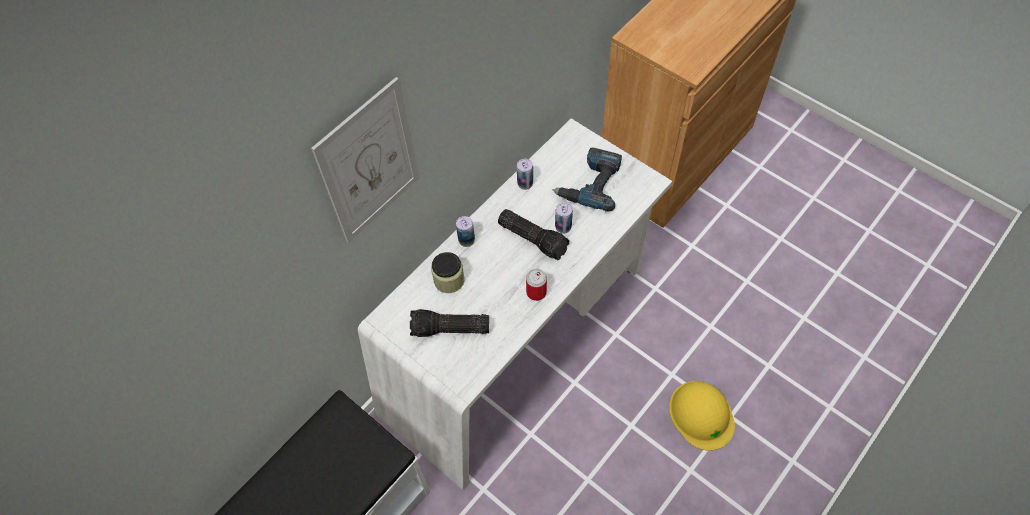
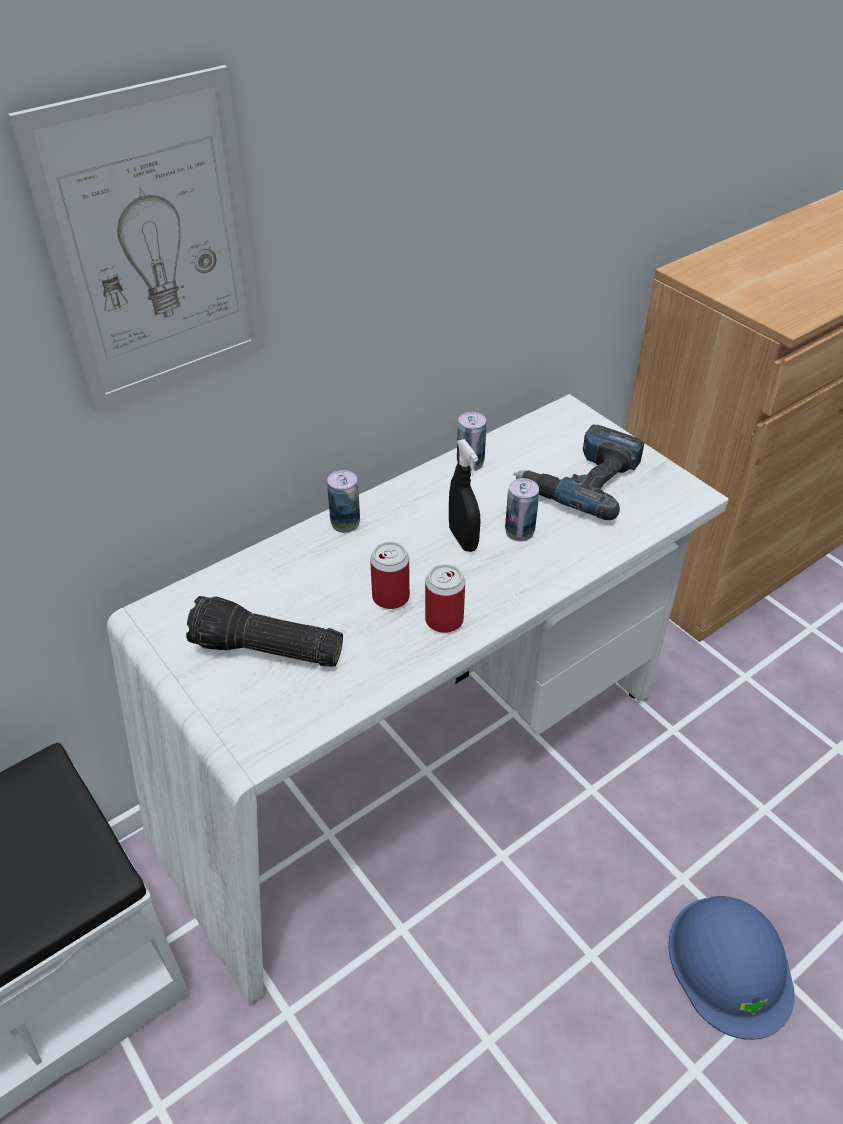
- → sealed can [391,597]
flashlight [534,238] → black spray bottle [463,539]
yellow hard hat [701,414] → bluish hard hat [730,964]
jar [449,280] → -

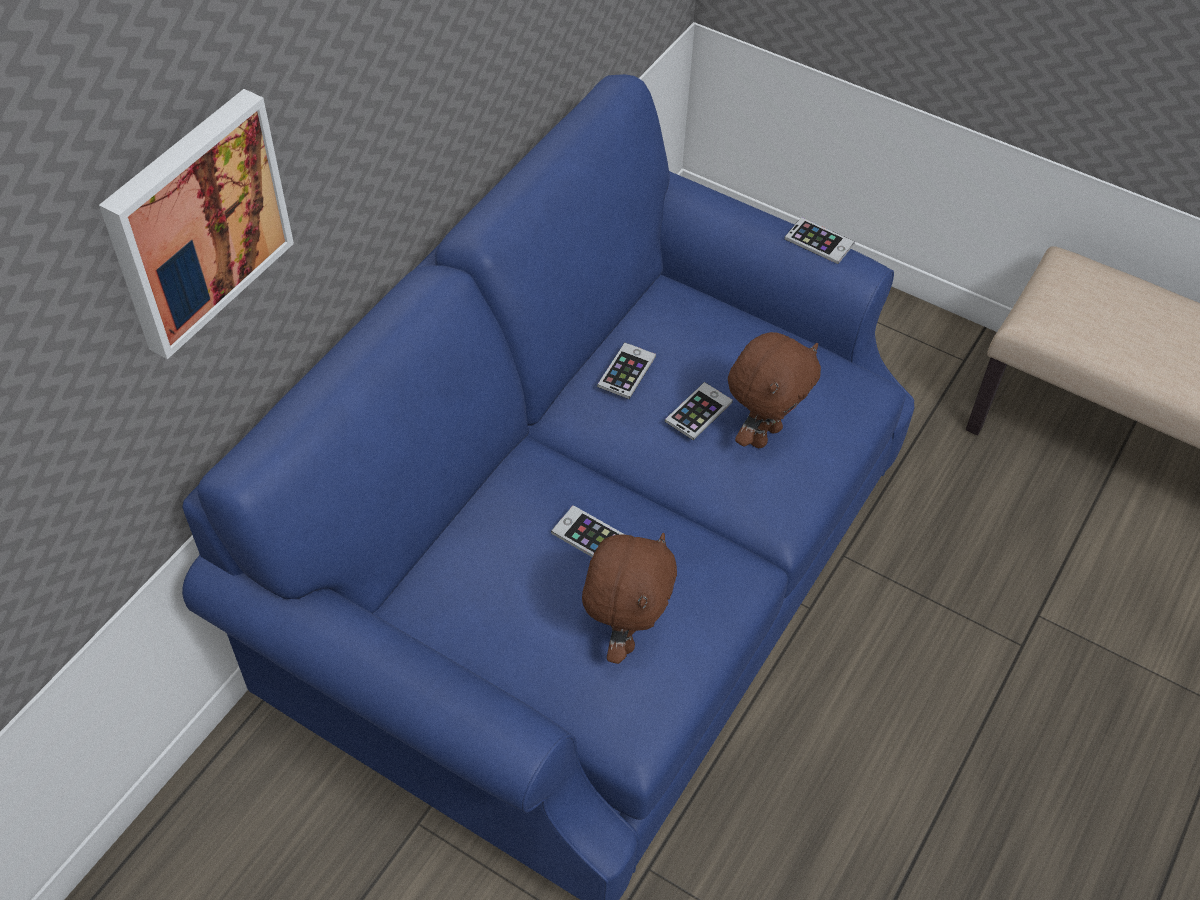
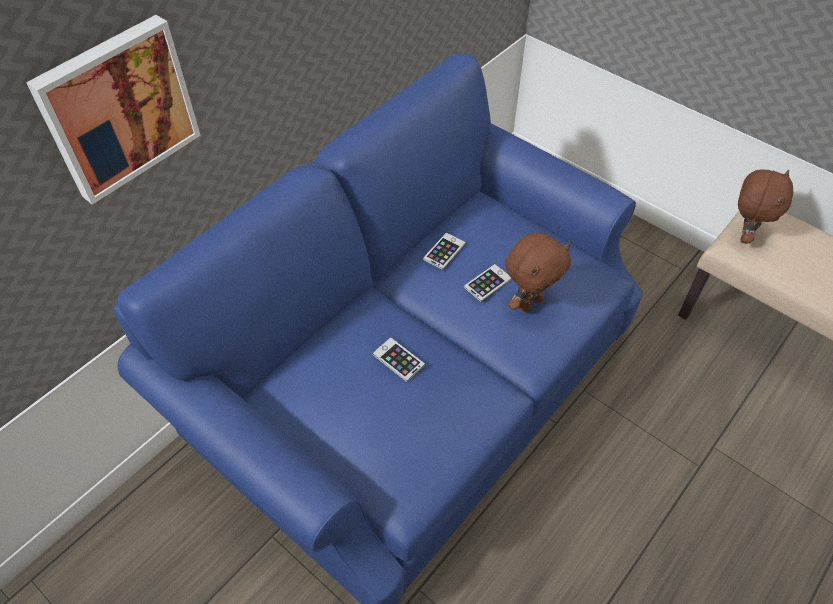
brown-coloured cuddly toy [625,635] → brown-coloured cuddly toy [744,235], move
handset [819,241] → -

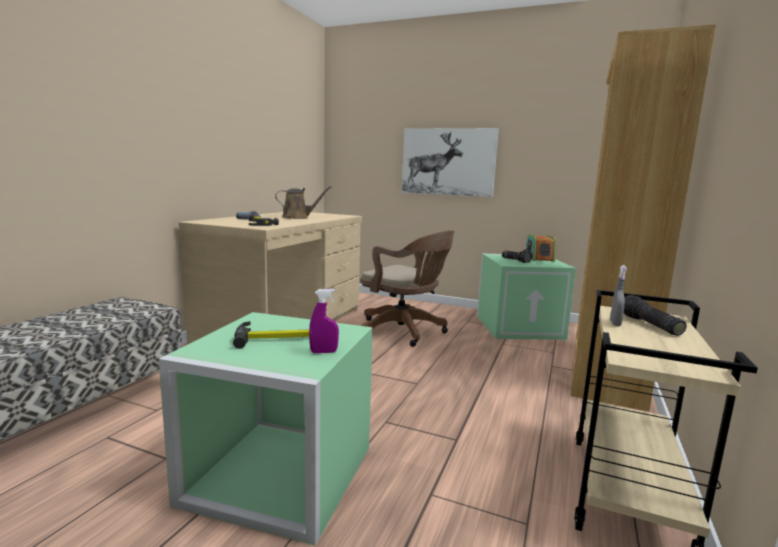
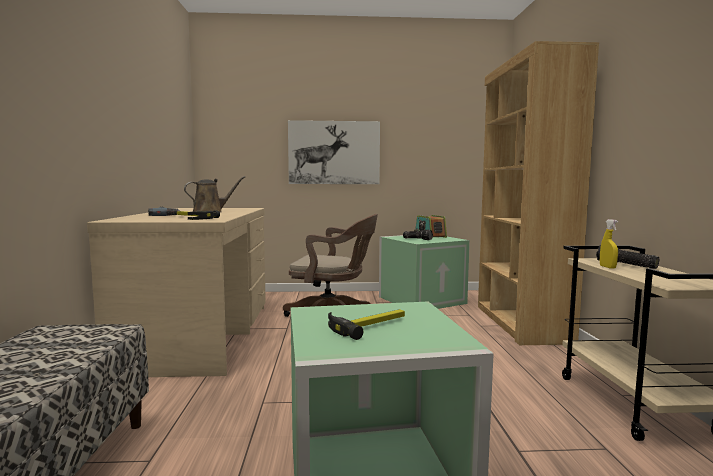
gray spray bottle [615,323] → yellow spray bottle [607,267]
purple-coloured spray bottle [323,352] → -

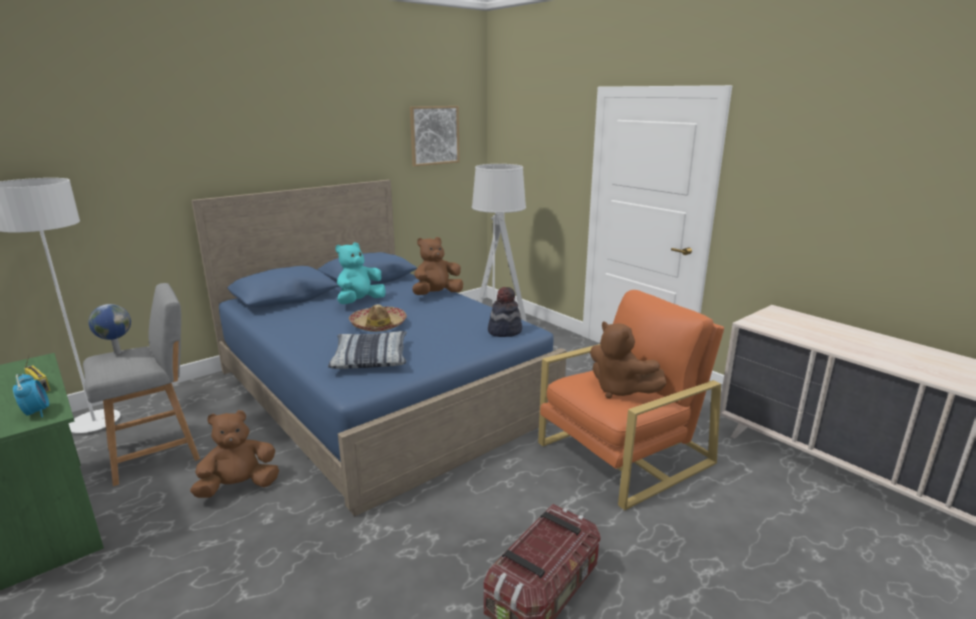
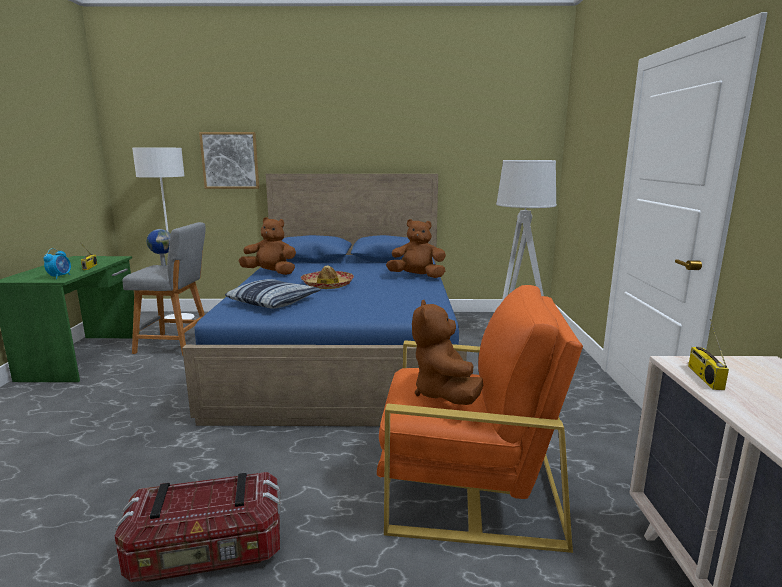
wall picture [434,135] → wall picture [230,160], move
brown-coloured cuddly toy [239,487] → brown-coloured cuddly toy [271,273], move
- → radio [703,377]
blue-green cuddly toy [360,302] → -
hat [504,331] → -

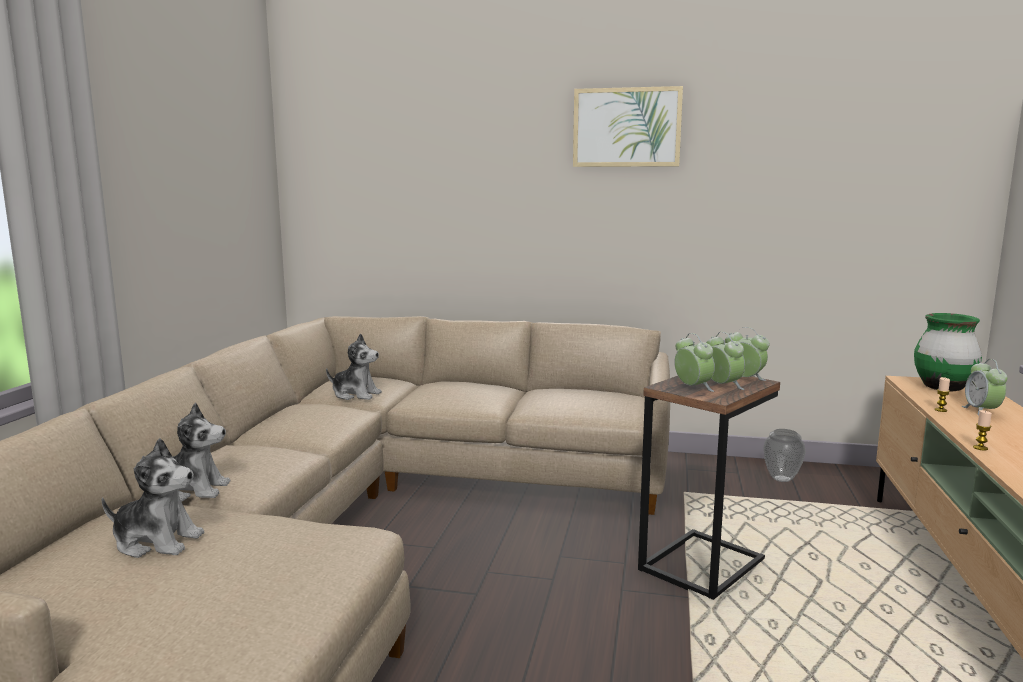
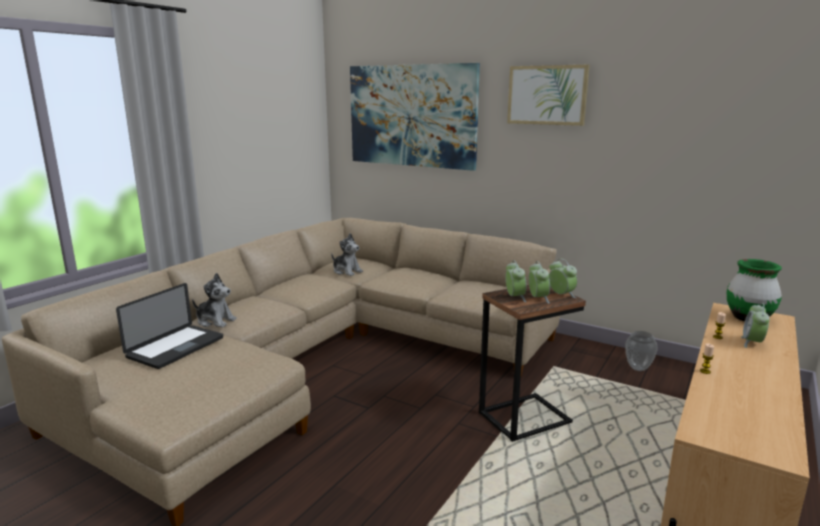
cuddly toy [157,541] → laptop [176,347]
- → wall picture [411,116]

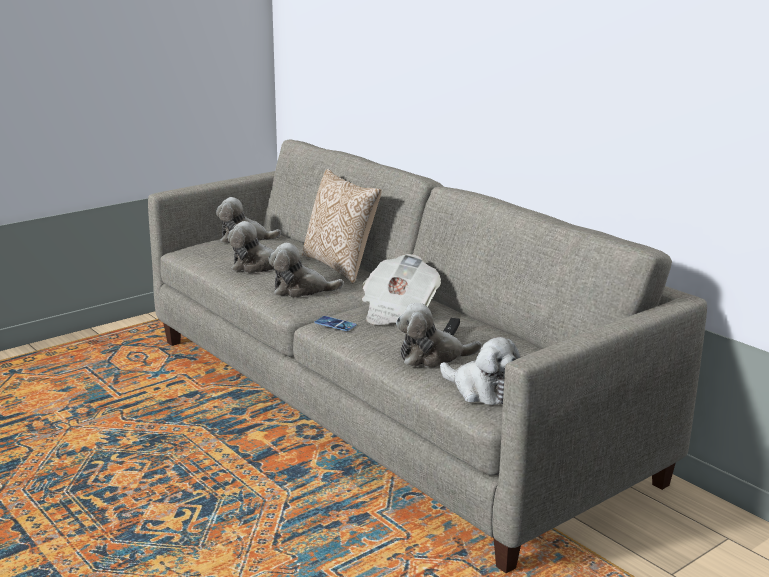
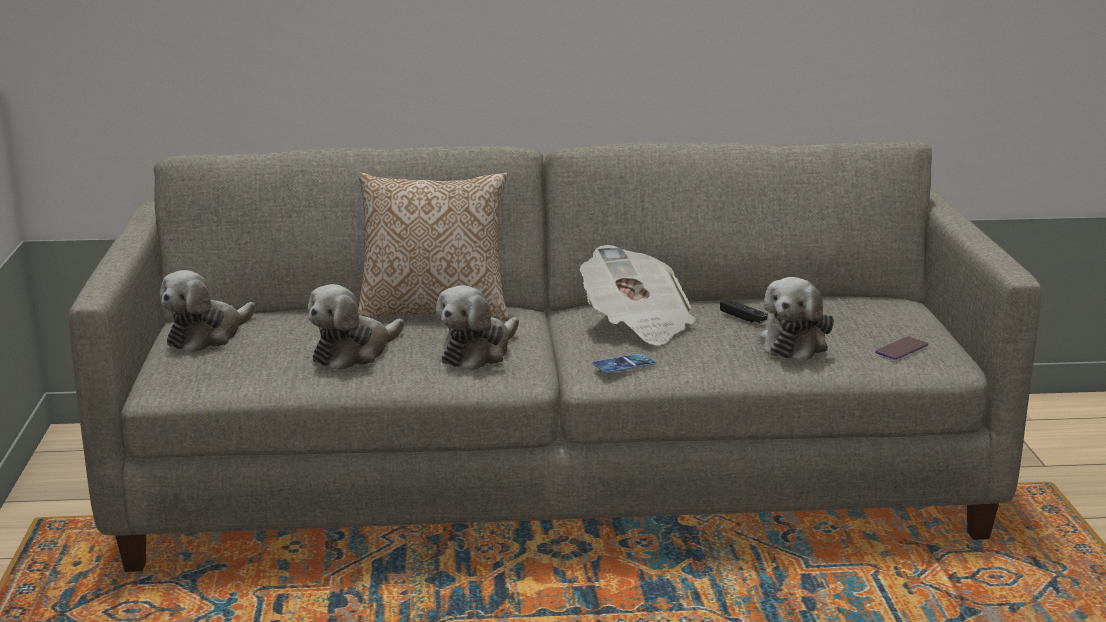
cuddly toy [481,390] → handset [901,349]

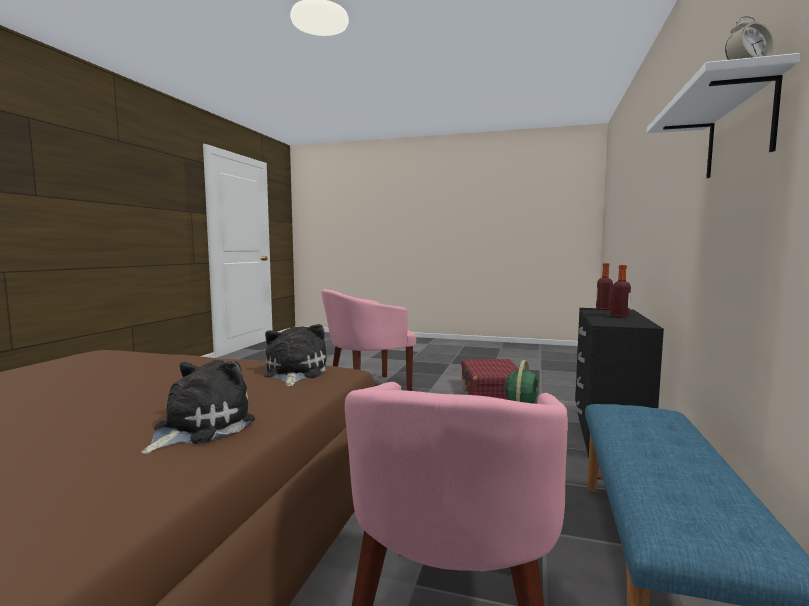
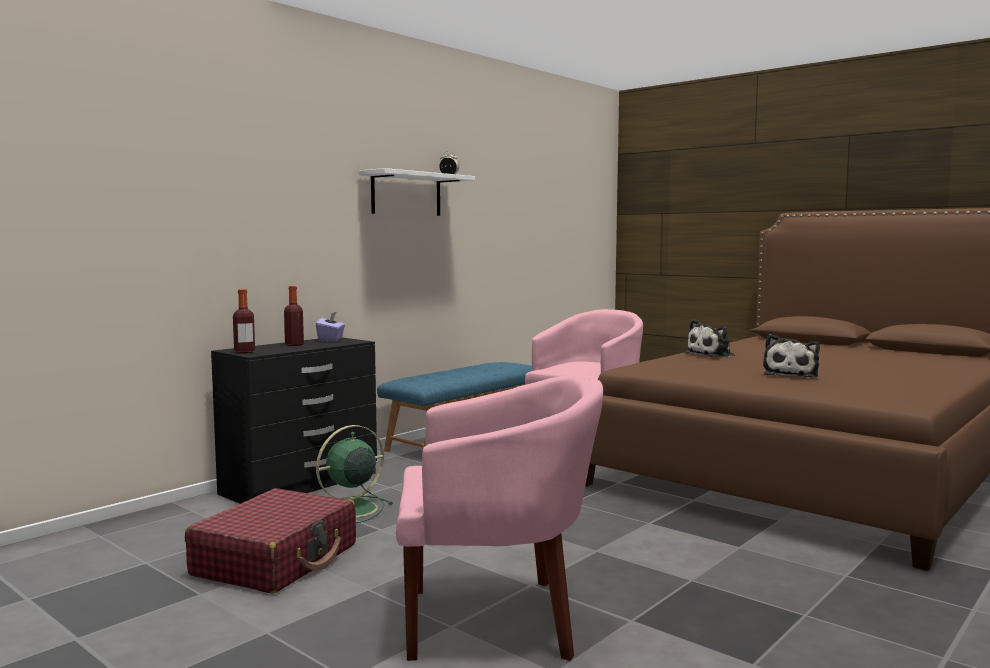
- → purple-coloured tissue box [331,340]
cuddly toy [294,373] → cuddly toy [790,374], move

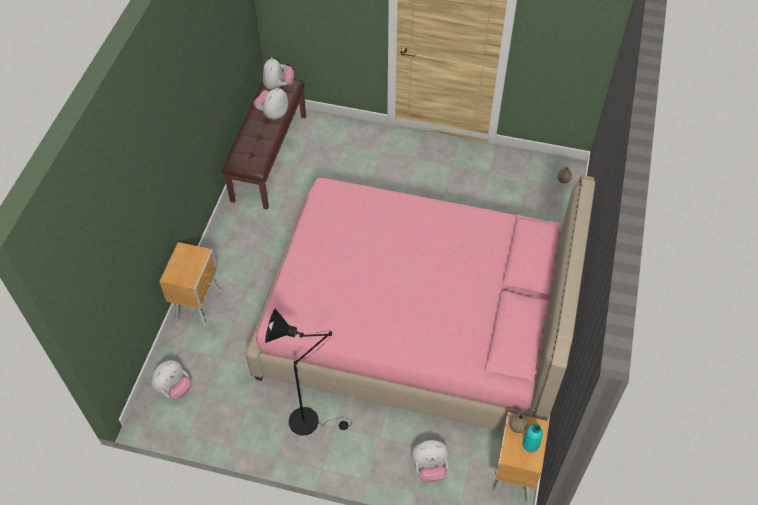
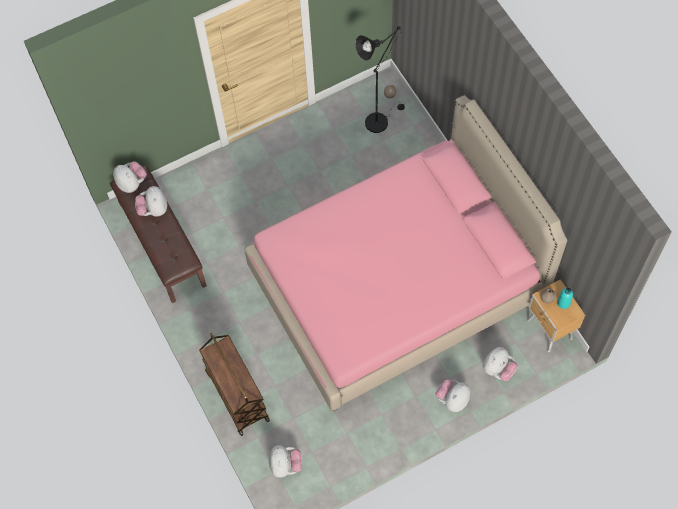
brown-coloured night table [199,304] → brown-coloured cart [236,395]
black standing lamp [310,421] → black standing lamp [379,119], move
- → cuddly toy [452,399]

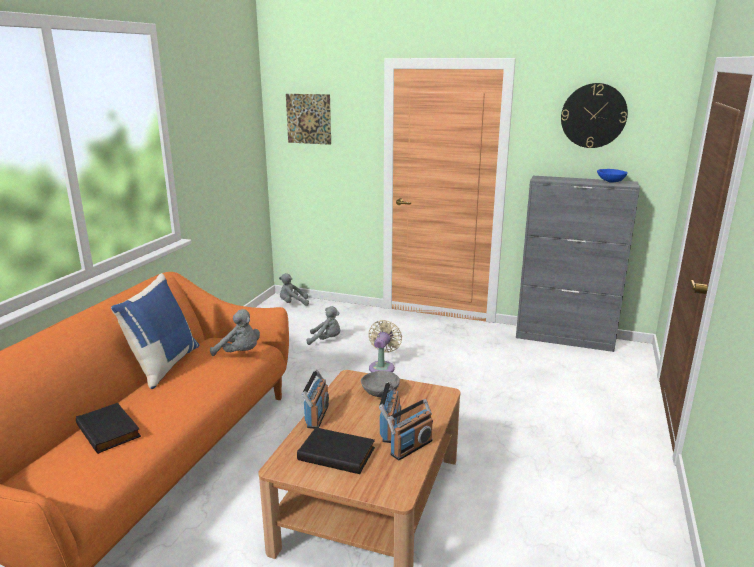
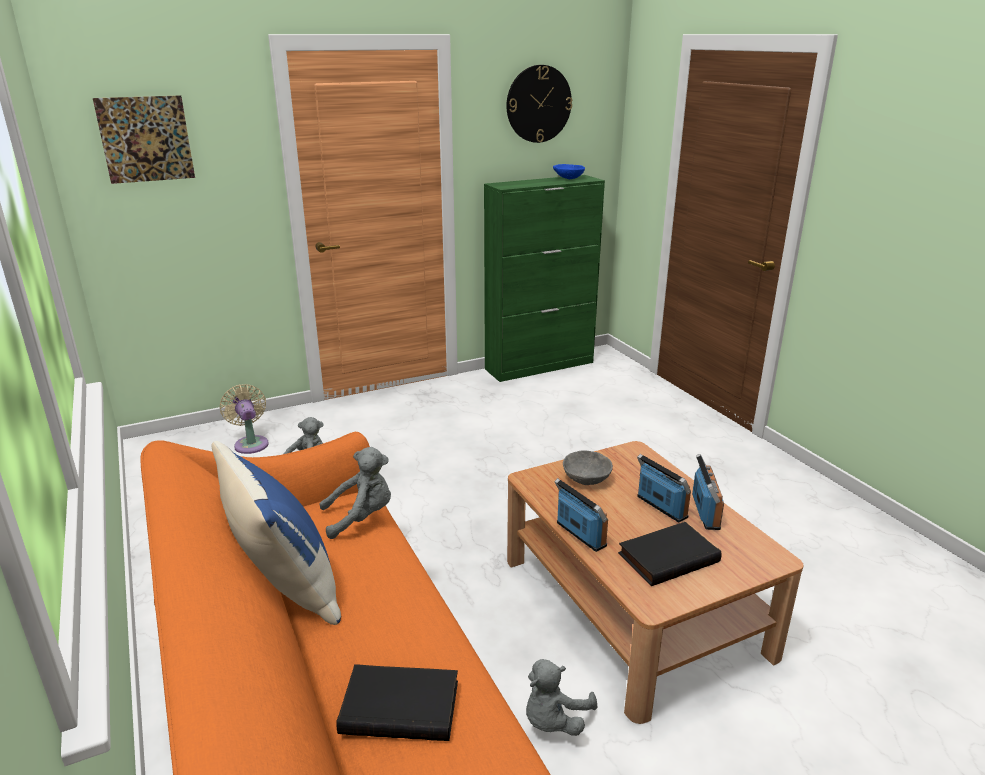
beige-coloured cooling fan [382,367] → beige-coloured cooling fan [250,443], move
gray cupboard [565,338] → green-coloured cupboard [540,366]
gray cuddly toy [293,303] → gray cuddly toy [554,720], move

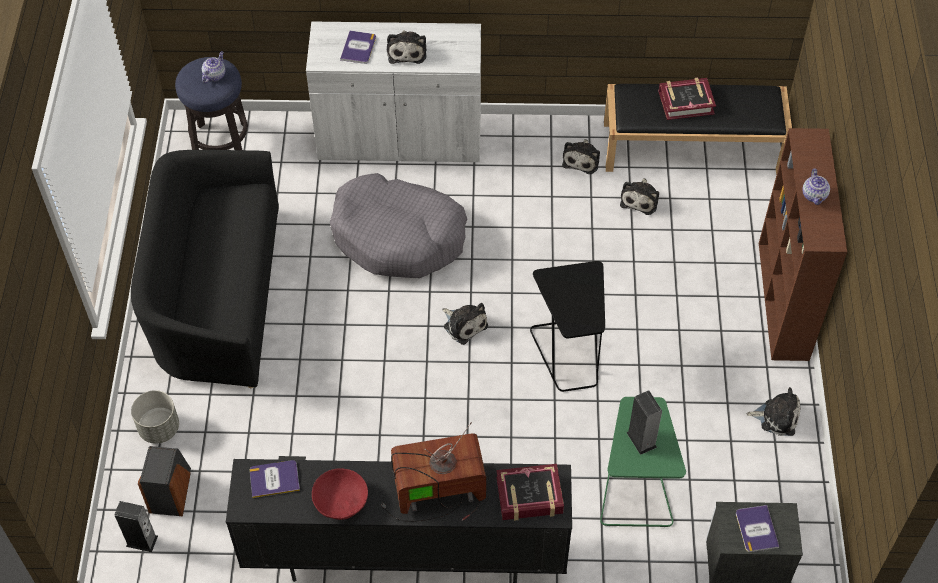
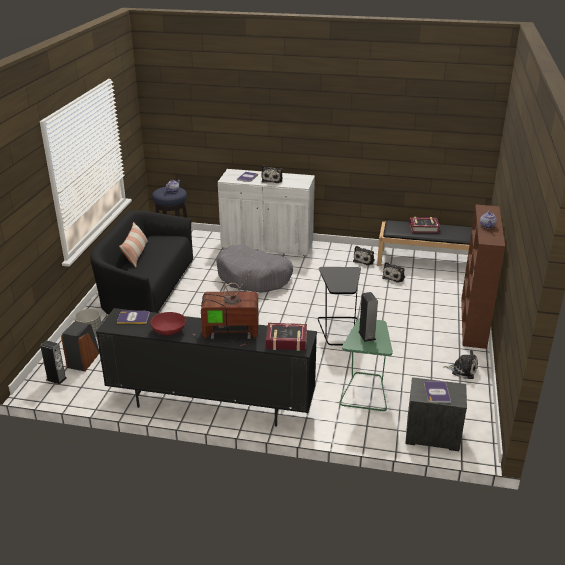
- → cushion [136,254]
cuddly toy [464,324] → -

